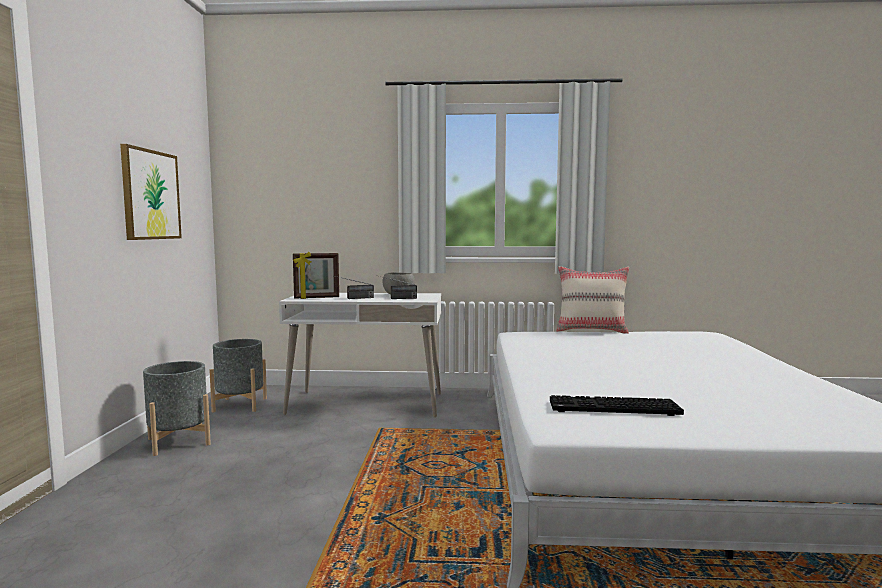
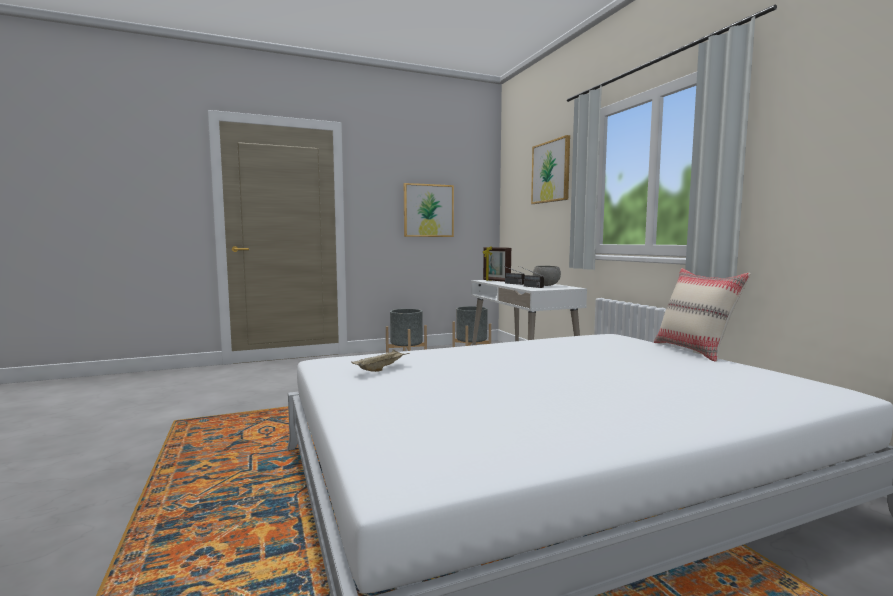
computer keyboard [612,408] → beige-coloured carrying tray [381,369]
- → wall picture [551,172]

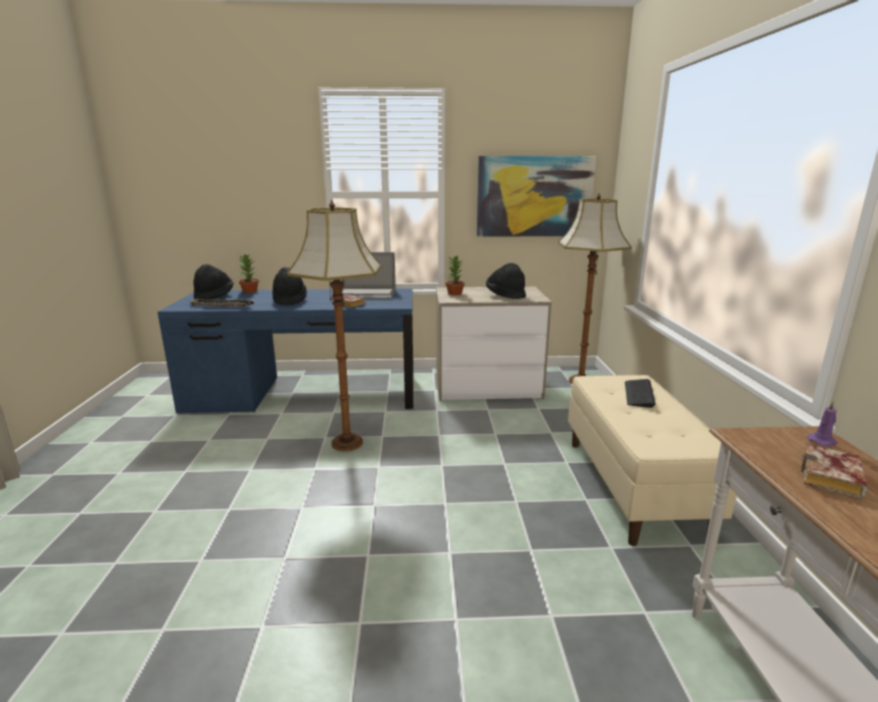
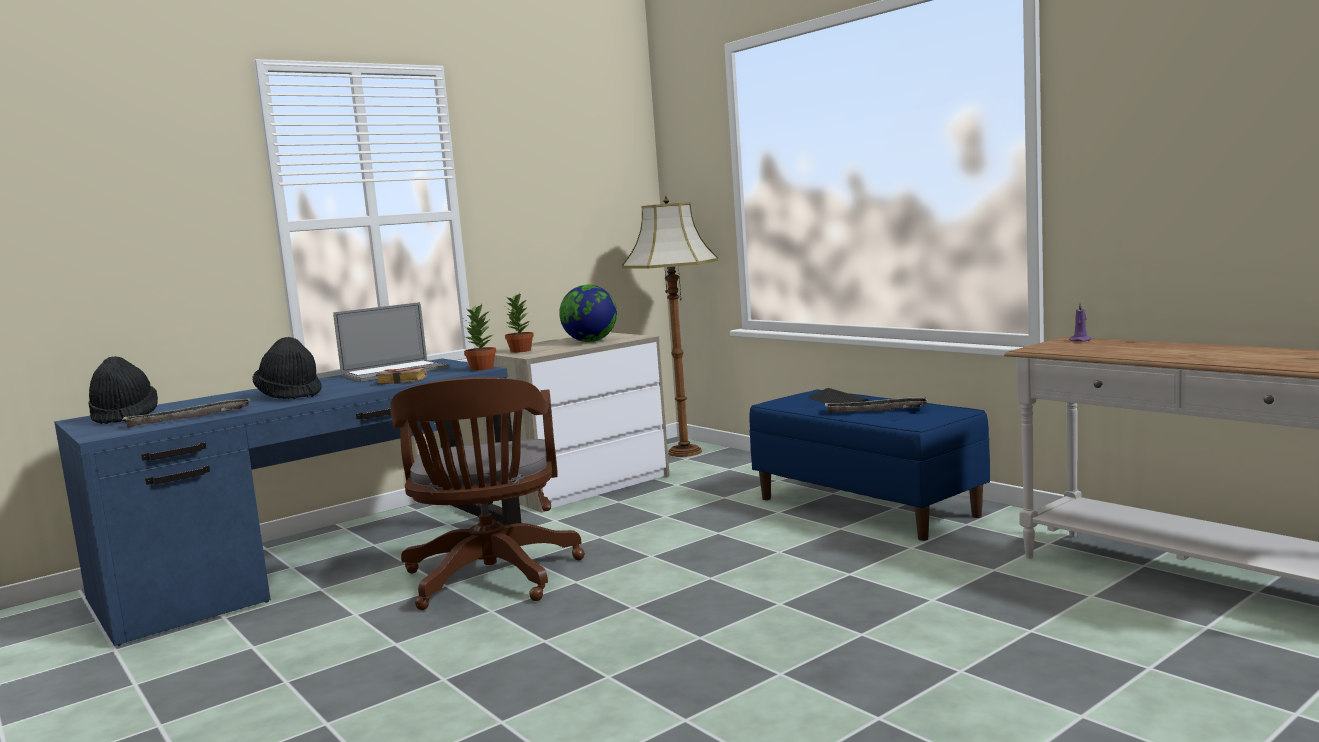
standing lamp [346,444] → brown-coloured desk chair [491,580]
houseplant [249,291] → houseplant [481,368], move
black hat [505,295] → globe [590,341]
beige-coloured long seat [634,486] → bluish long seat [867,507]
- → carrying tray [875,410]
wall picture [534,196] → -
book [833,479] → -

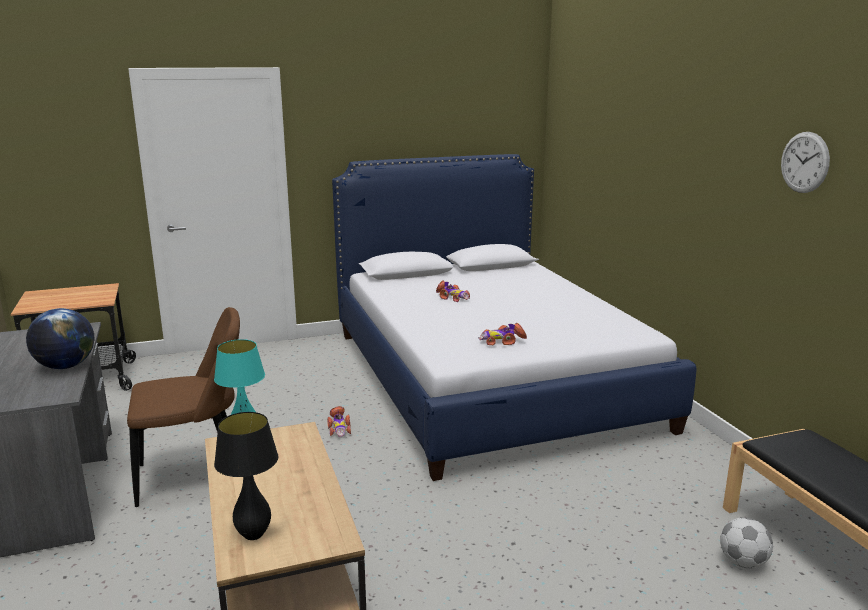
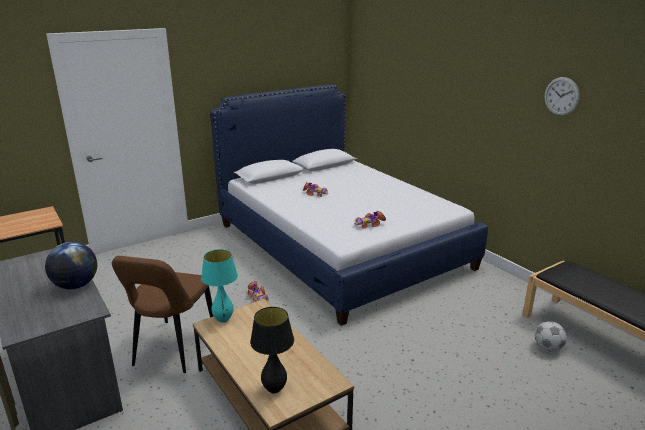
brown-coloured upright chair [196,477] → brown-coloured upright chair [173,349], 135 degrees clockwise

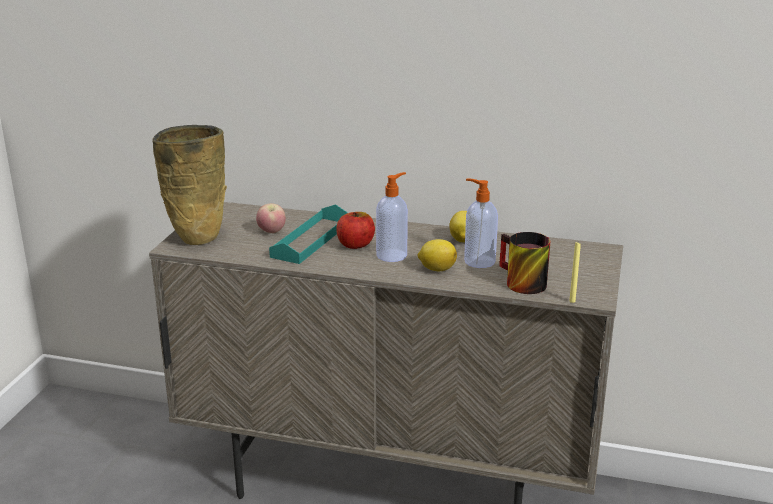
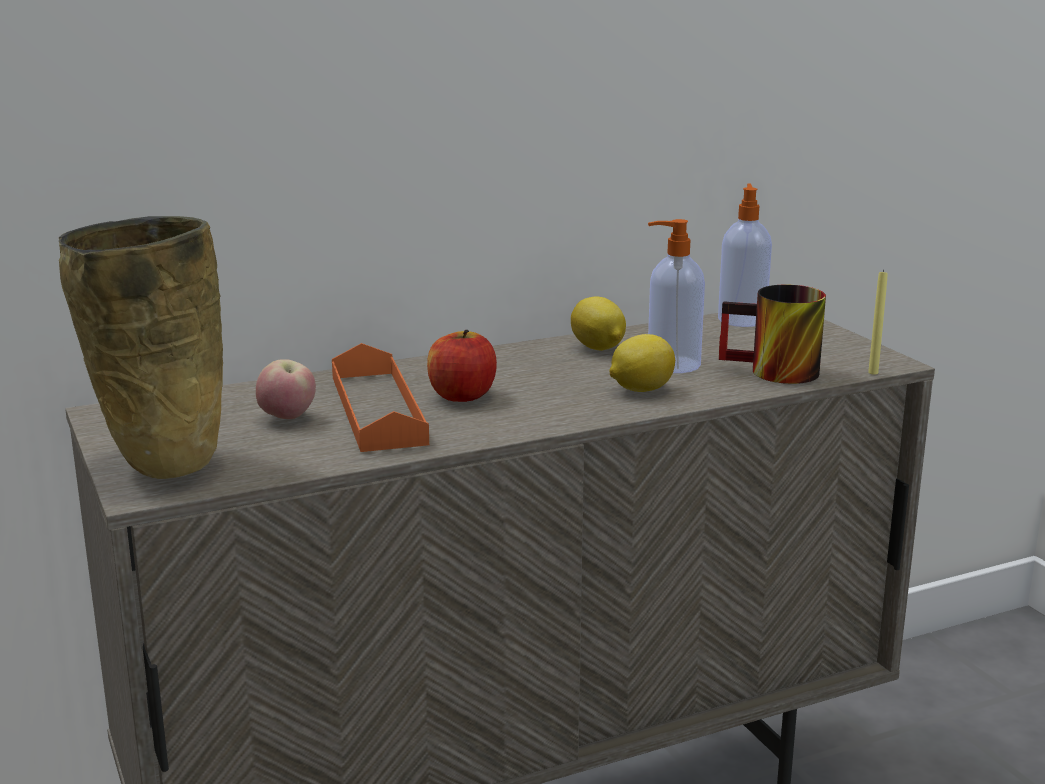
blue-green carrying tray [311,239] → orange-coloured carrying tray [377,409]
soap bottle [392,255] → soap bottle [742,319], move

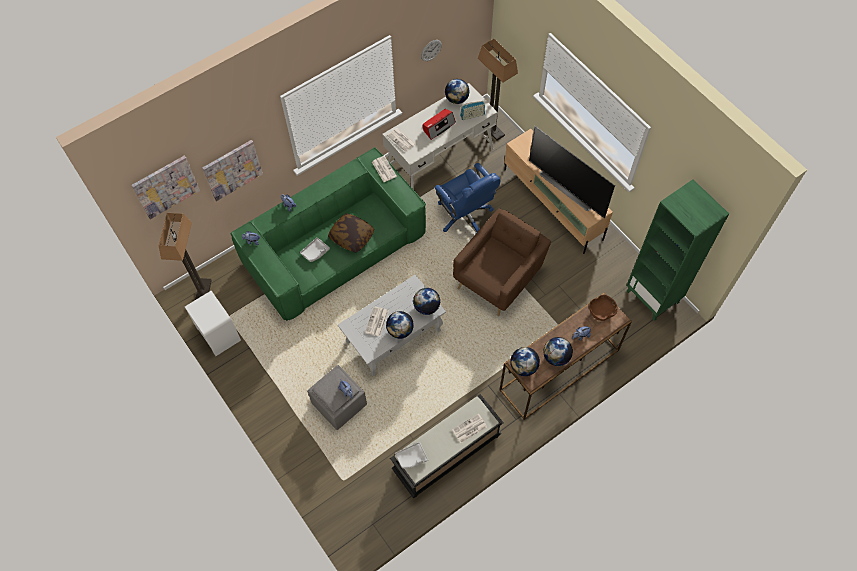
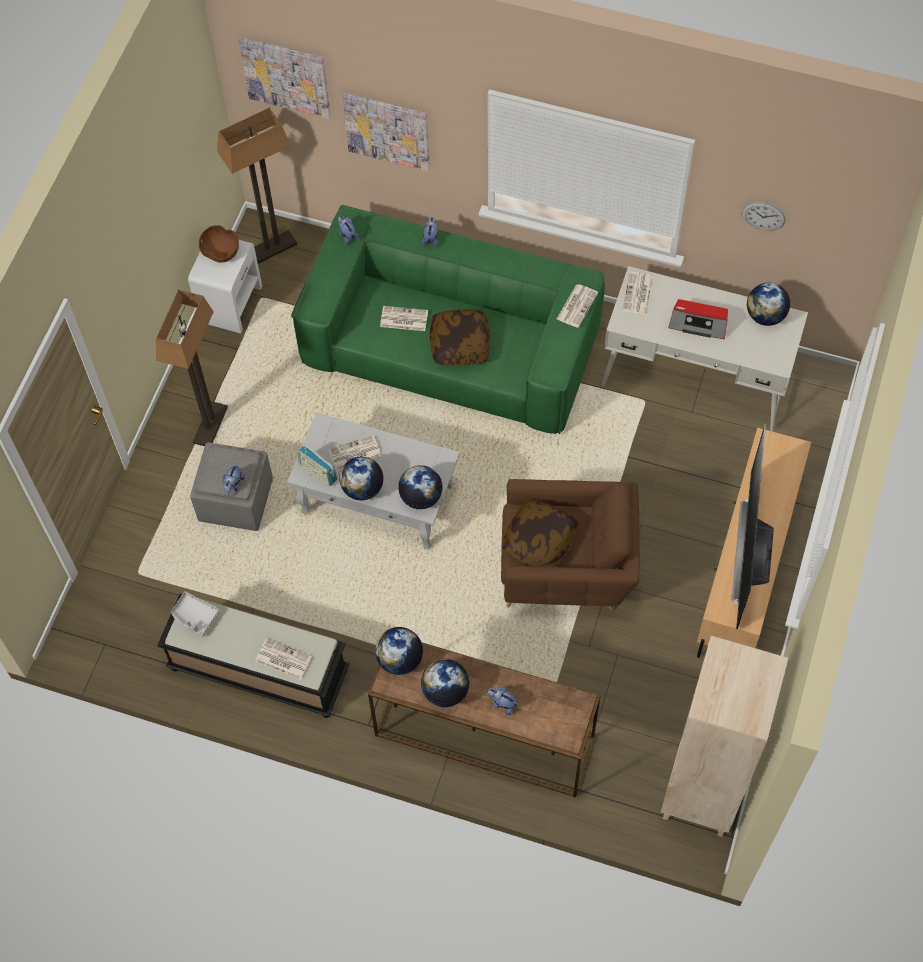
standing lamp [491,129] → standing lamp [210,425], move
brown-coloured serving bowl [601,312] → brown-coloured serving bowl [221,252], move
radio [472,115] → radio [318,472], move
gray carrying tray [315,252] → newspaper [403,319]
- → cushion [539,540]
green-coloured bookshelf [653,297] → beige-coloured bookshelf [702,794]
bluish desk chair [465,215] → -

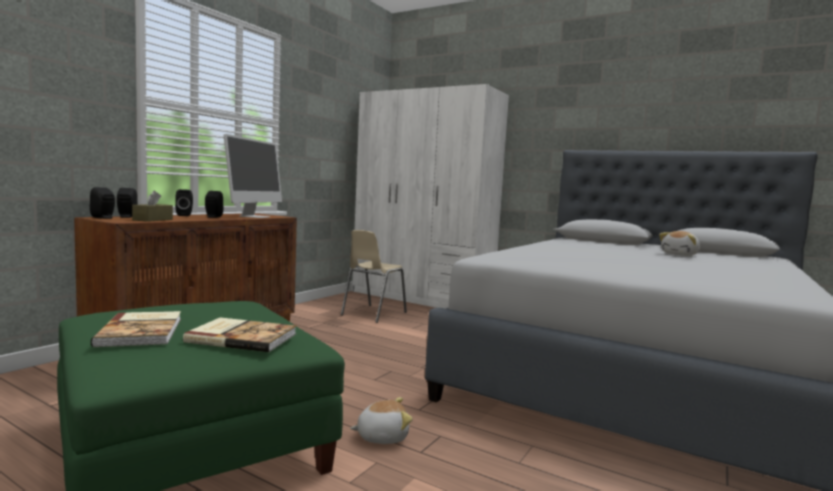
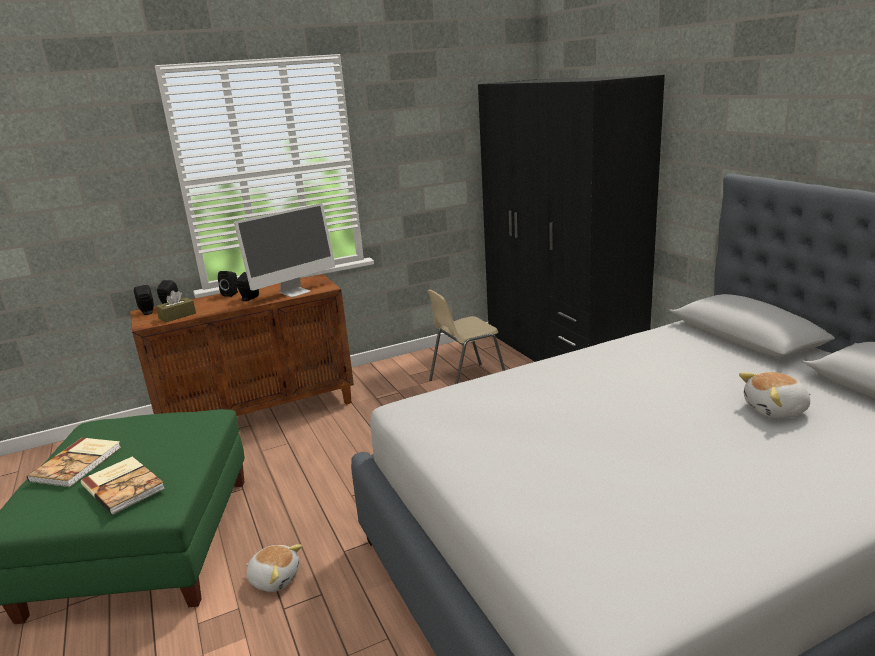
white wardrobe [421,298] → black wardrobe [560,354]

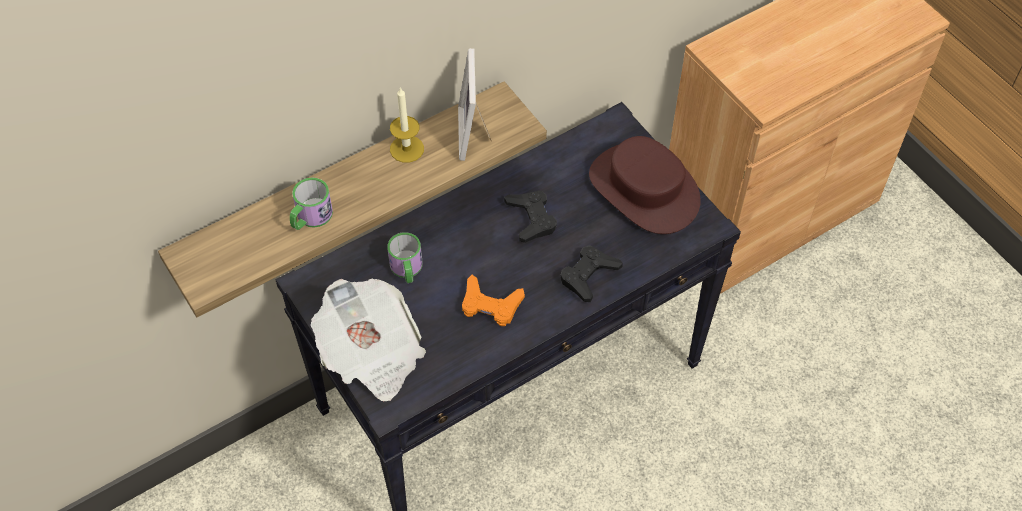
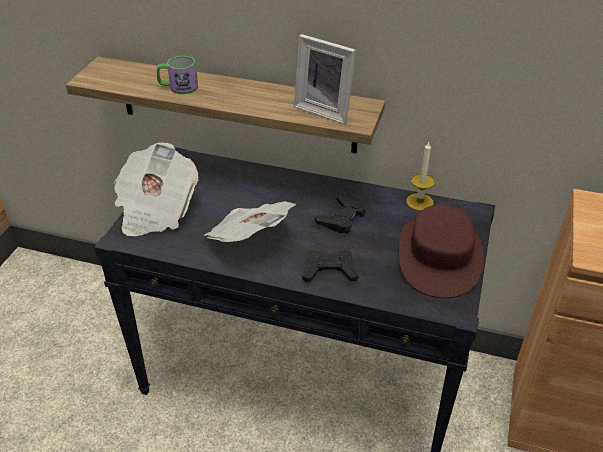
orange-coloured joypad [490,305] → newspaper [249,238]
standing frame [475,133] → standing frame [325,109], 105 degrees counterclockwise
wax light [407,149] → wax light [419,202], move
coffee mug [407,269] → -

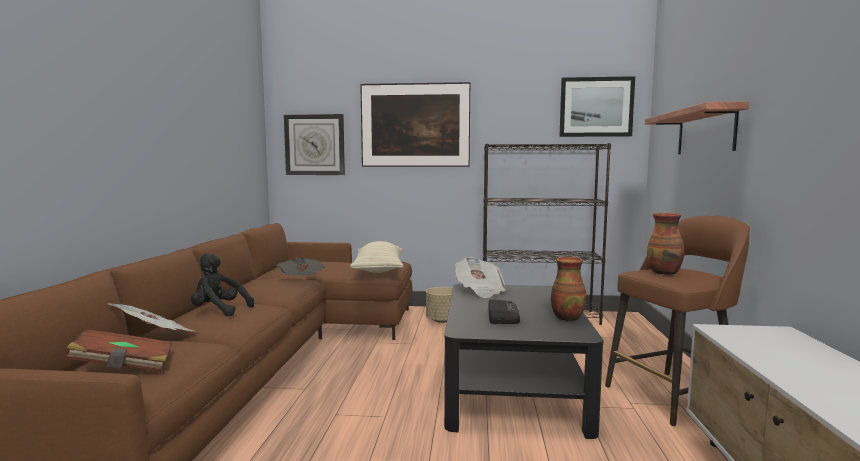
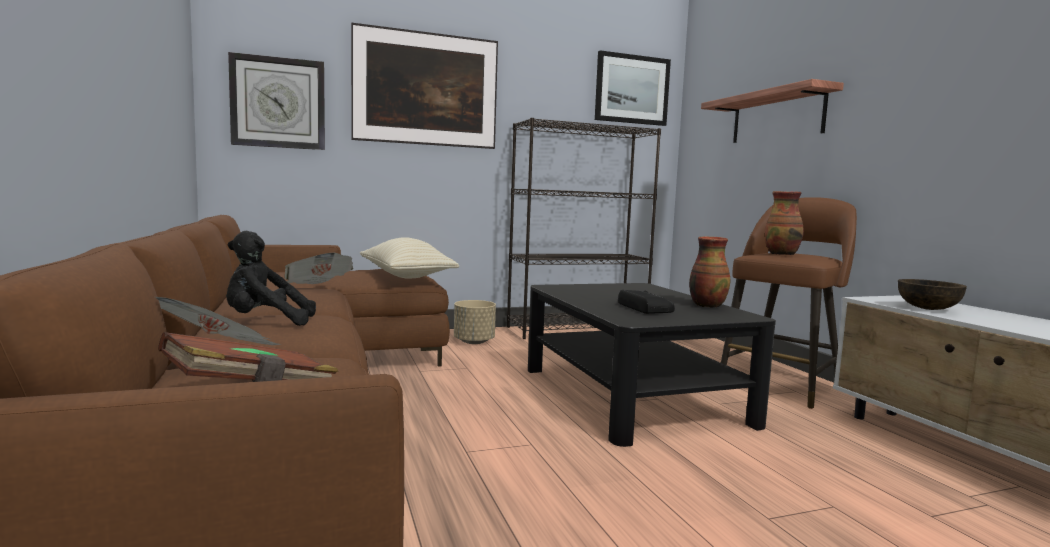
- → brown-coloured serving bowl [928,308]
newspaper [479,291] → -

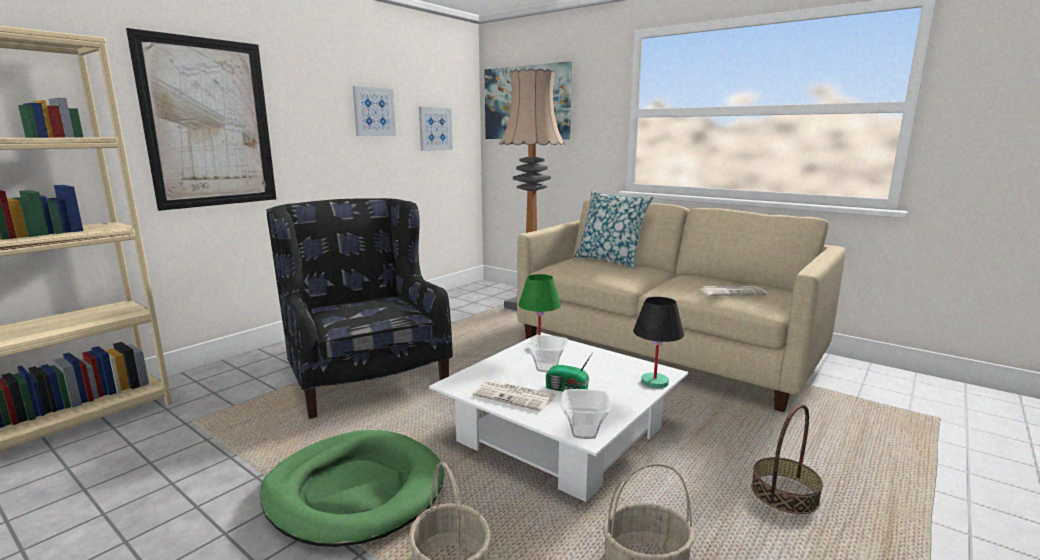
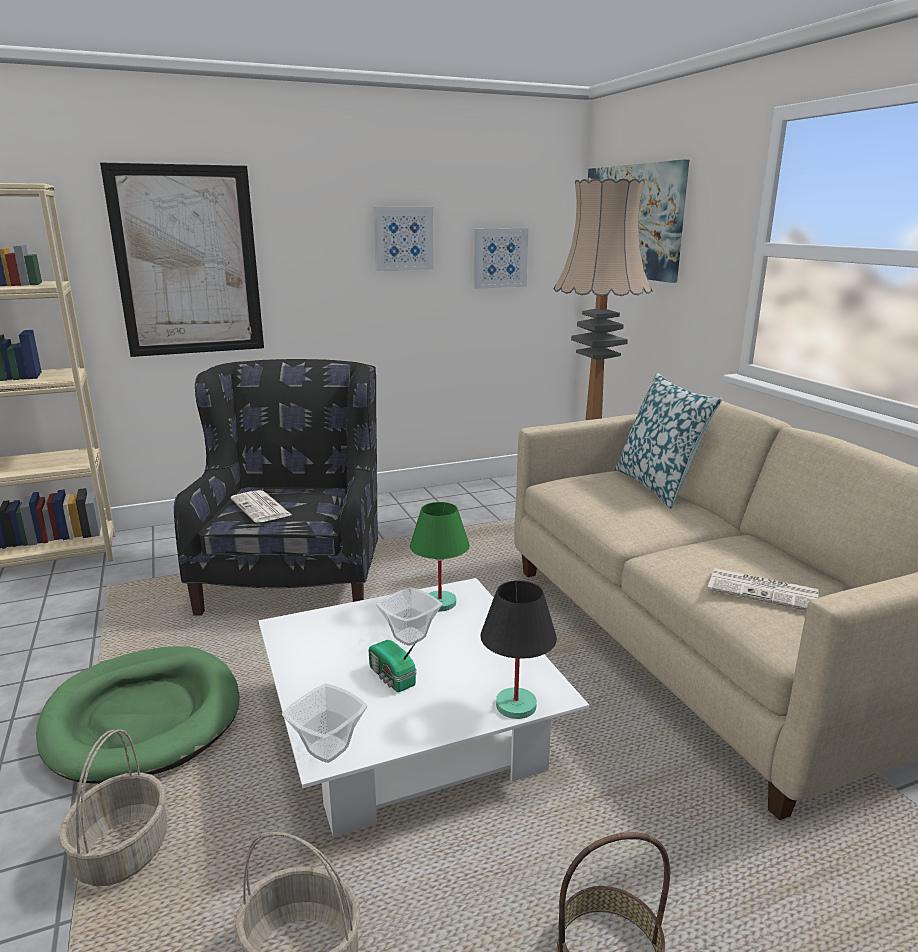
newspaper [515,396] → newspaper [261,507], move

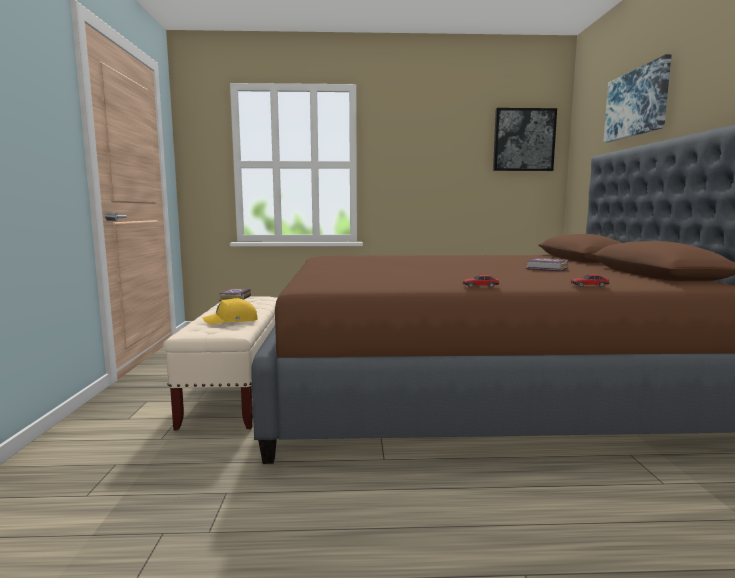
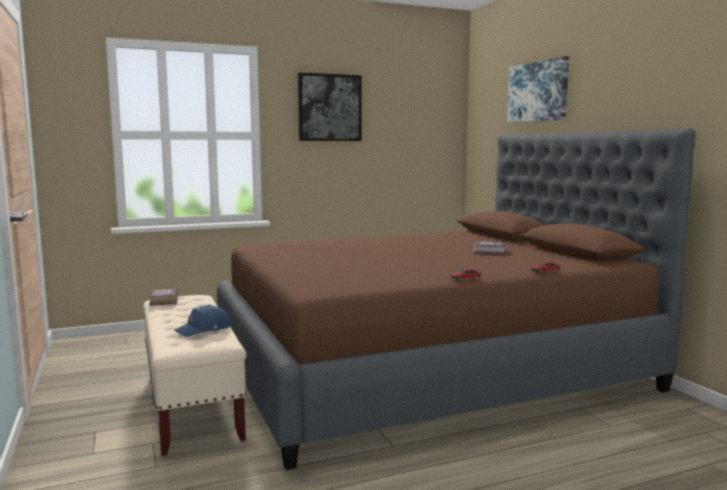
yellow peaked cap [232,321] → bluish peaked cap [204,330]
wall picture [523,140] → wall picture [329,108], move

